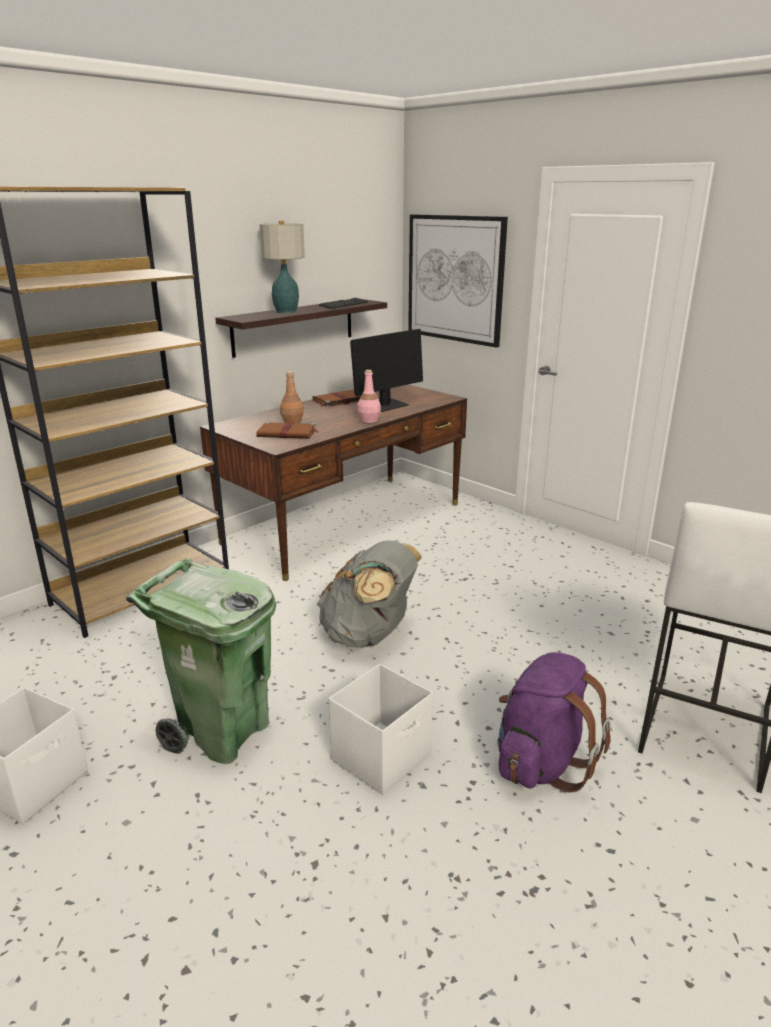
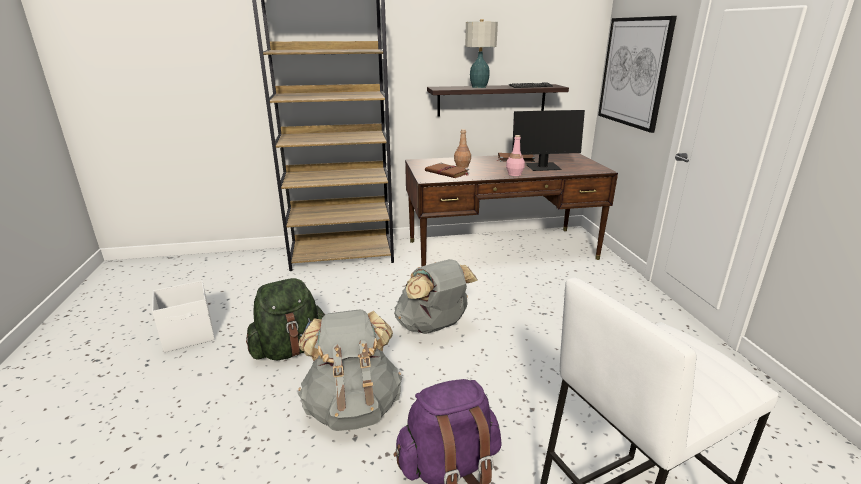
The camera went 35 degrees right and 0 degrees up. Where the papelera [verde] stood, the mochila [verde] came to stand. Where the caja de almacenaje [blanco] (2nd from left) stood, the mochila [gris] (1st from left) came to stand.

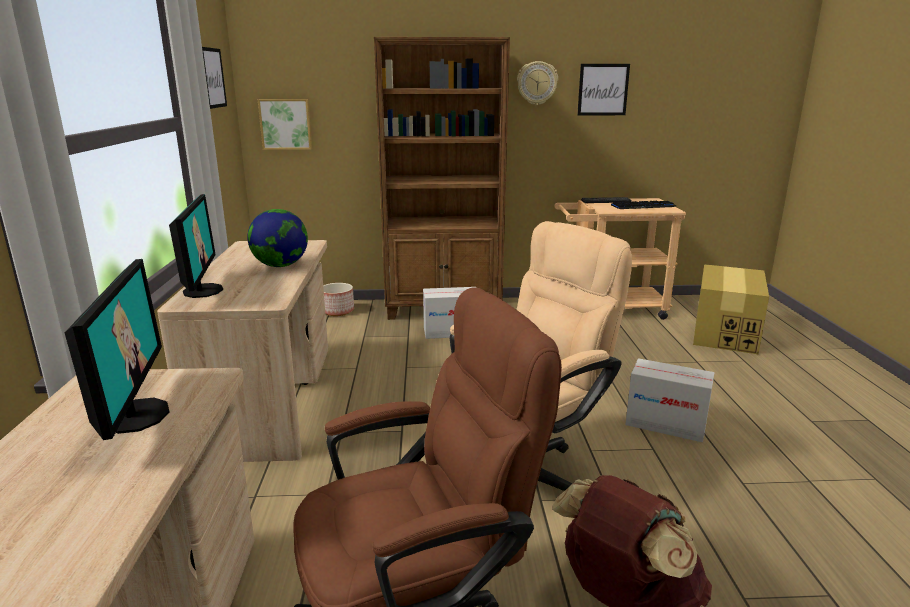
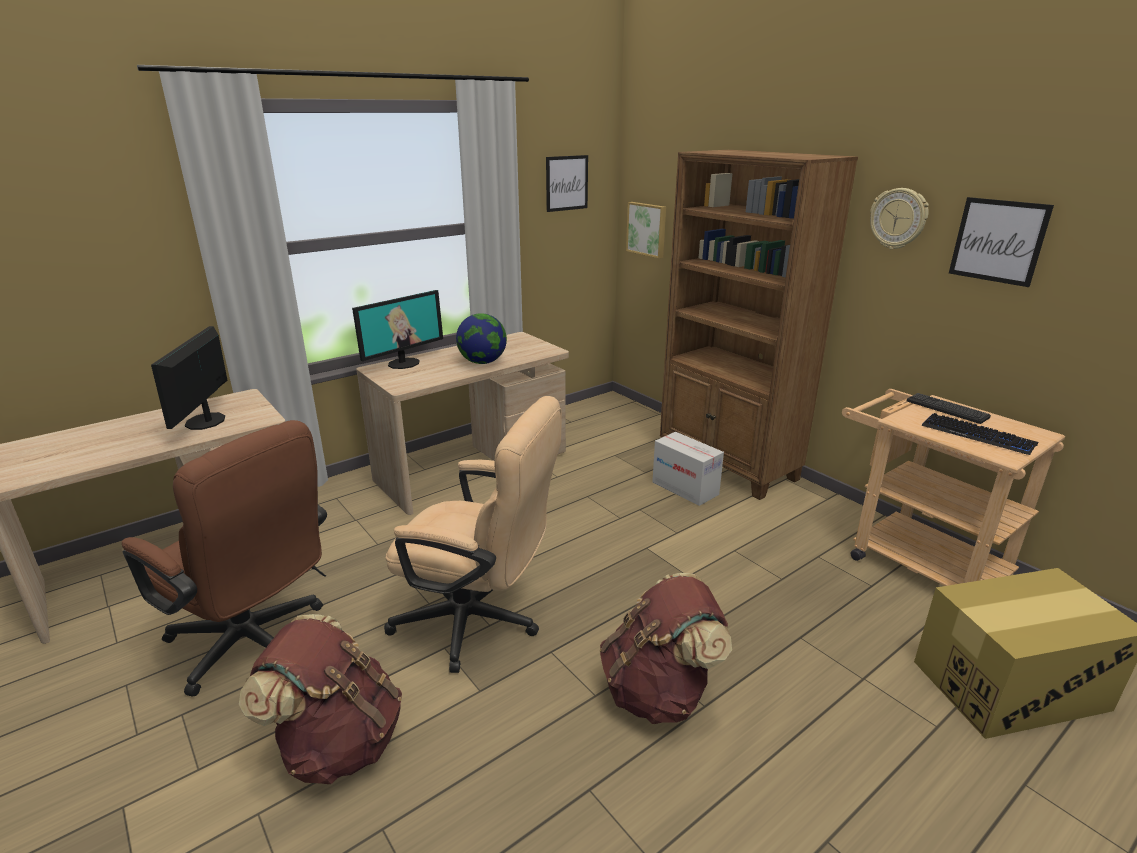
The camera went 55 degrees right and 5 degrees up. The monitor (1st from left) ended up facing another way, 135 degrees clockwise from before. The second view lost the maceta. Where the caja de cartón (2nd from left) stood, the mochila [marrón] (2nd from left) came to stand.

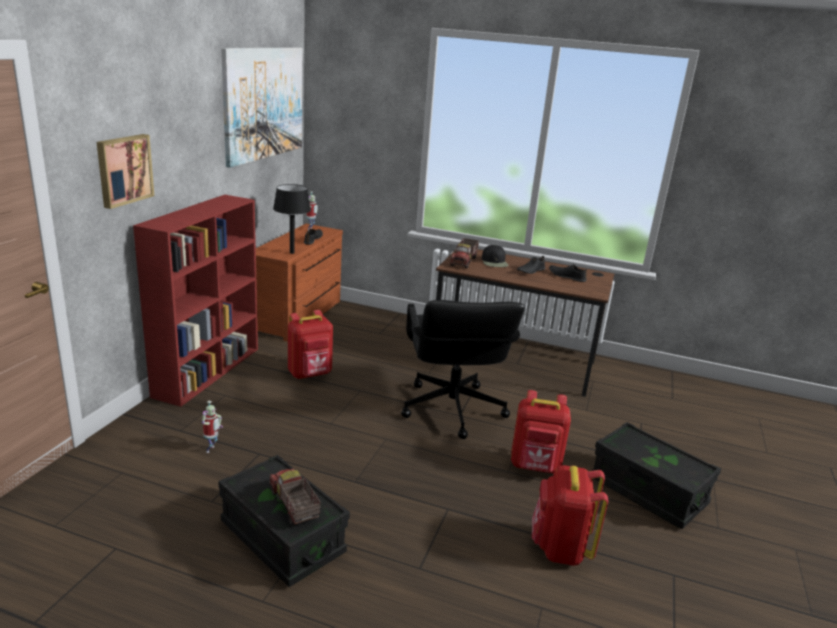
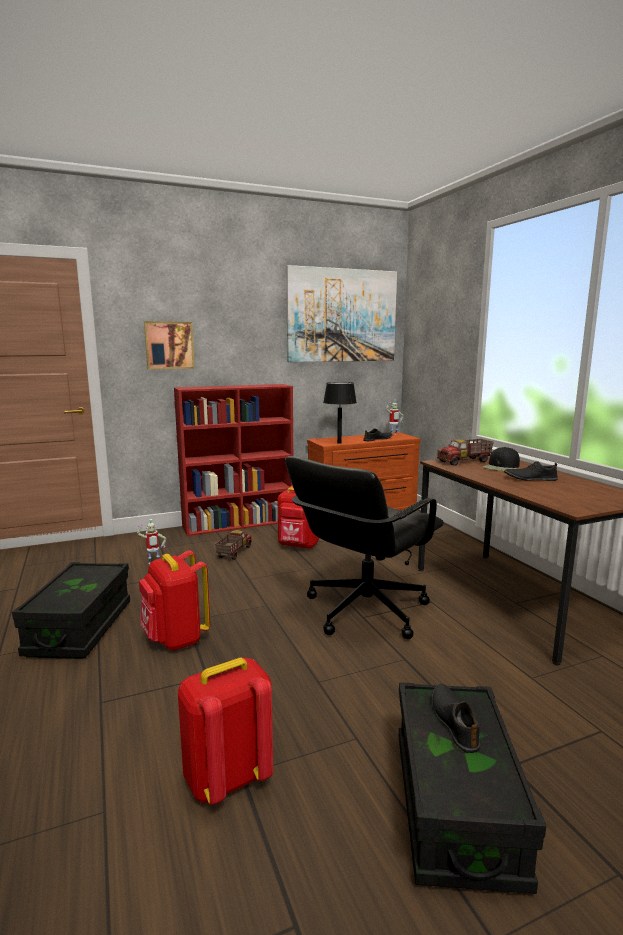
The camera went 50 degrees right and 10 degrees down. The zapato [negro] (3rd from left in the first image) ended up elsewhere. The mochila [rojo] (2nd from left in the first image) ended up elsewhere. The camión de juguete (1st from left) ended up elsewhere.

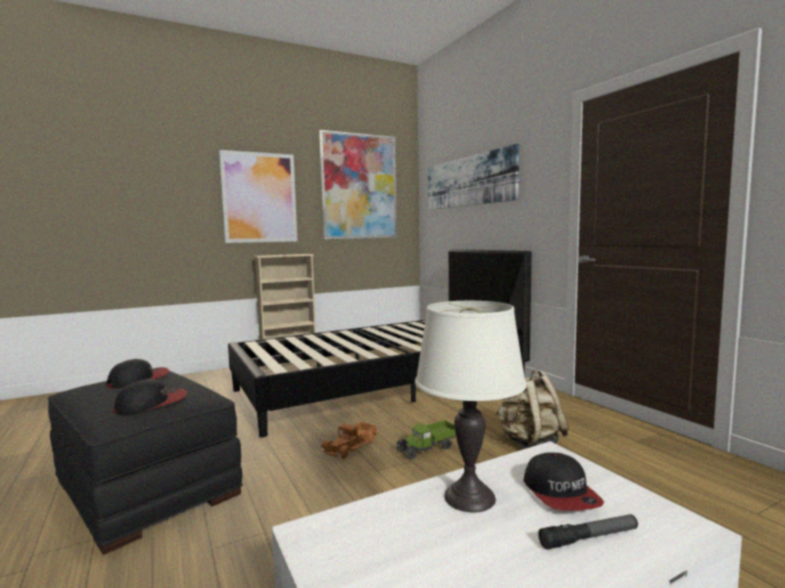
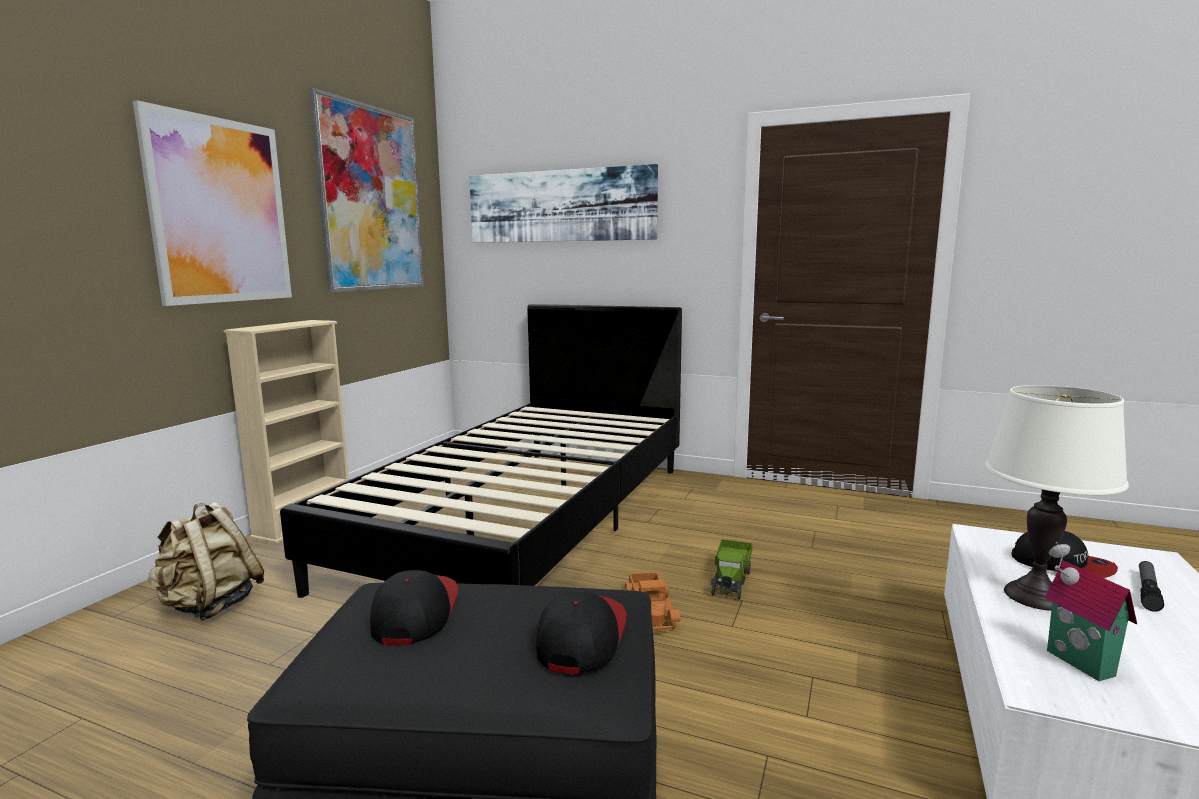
The camera went 40 degrees left and 5 degrees up. The mochila [beis] ended up elsewhere. The second view gained the casita.

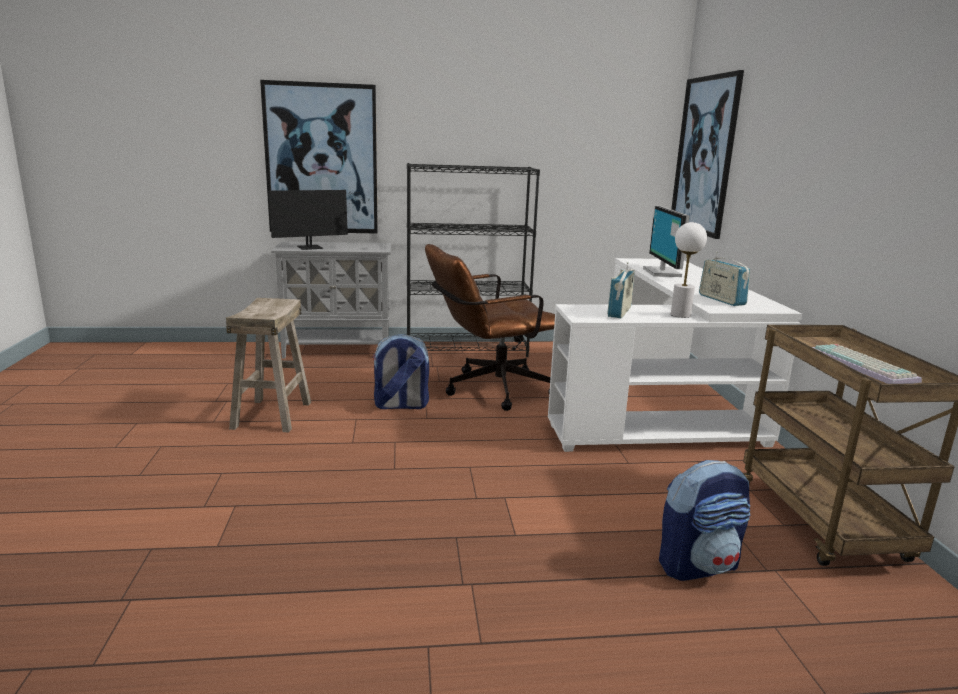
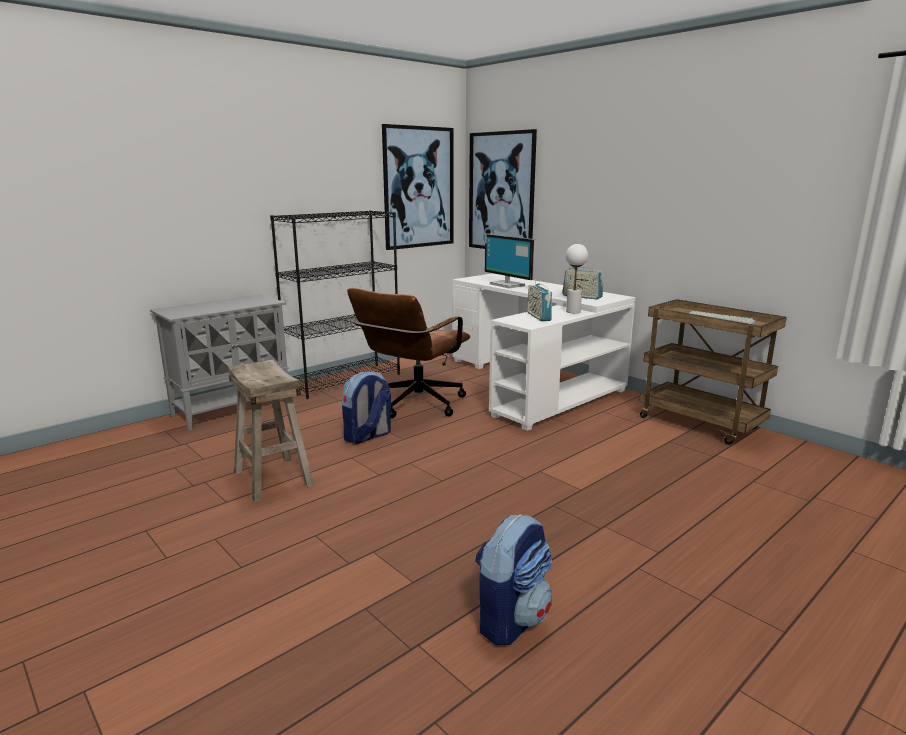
The camera went 35 degrees left and 0 degrees up. The cuadro (1st from left) ended up elsewhere. The second view lost the monitor (1st from left). The mochila (2nd from left) ended up elsewhere.

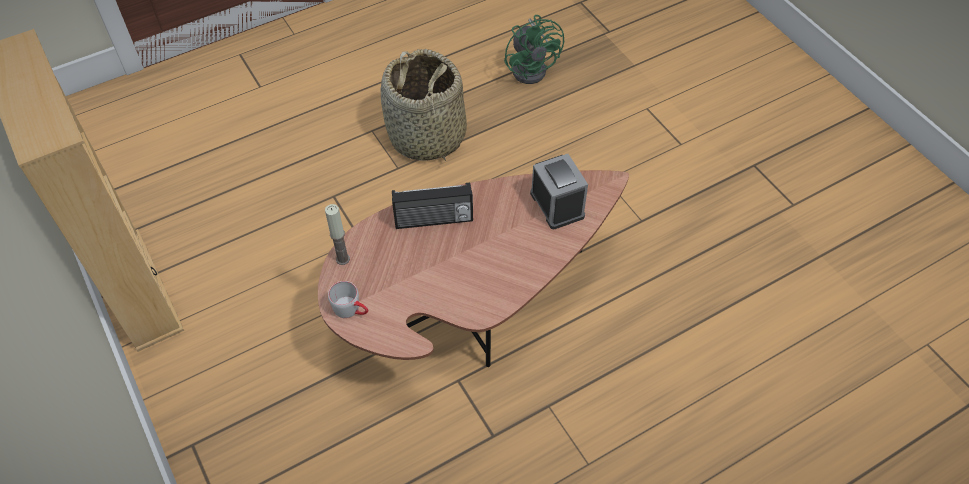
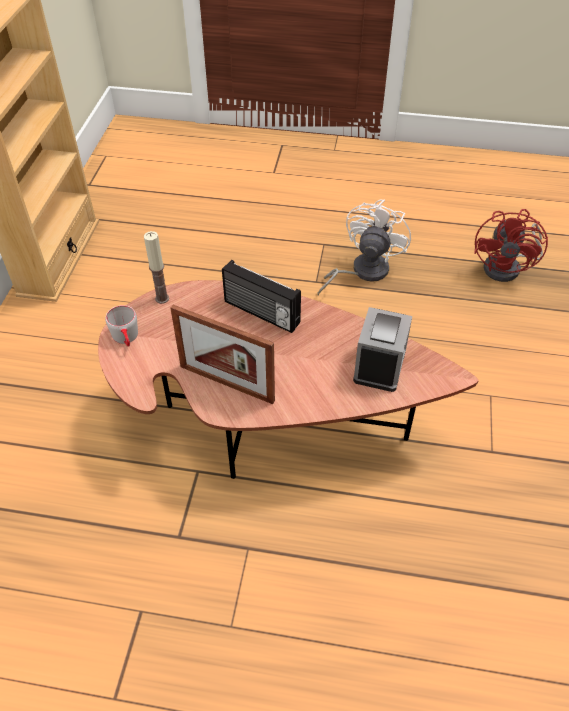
The camera went 40 degrees right and 5 degrees down. What was the ventilador [verde] turned into the ventilador [rojo]. Where the cesta stood, the ventilador [blanco] came to stand. The second view gained the portarretratos.

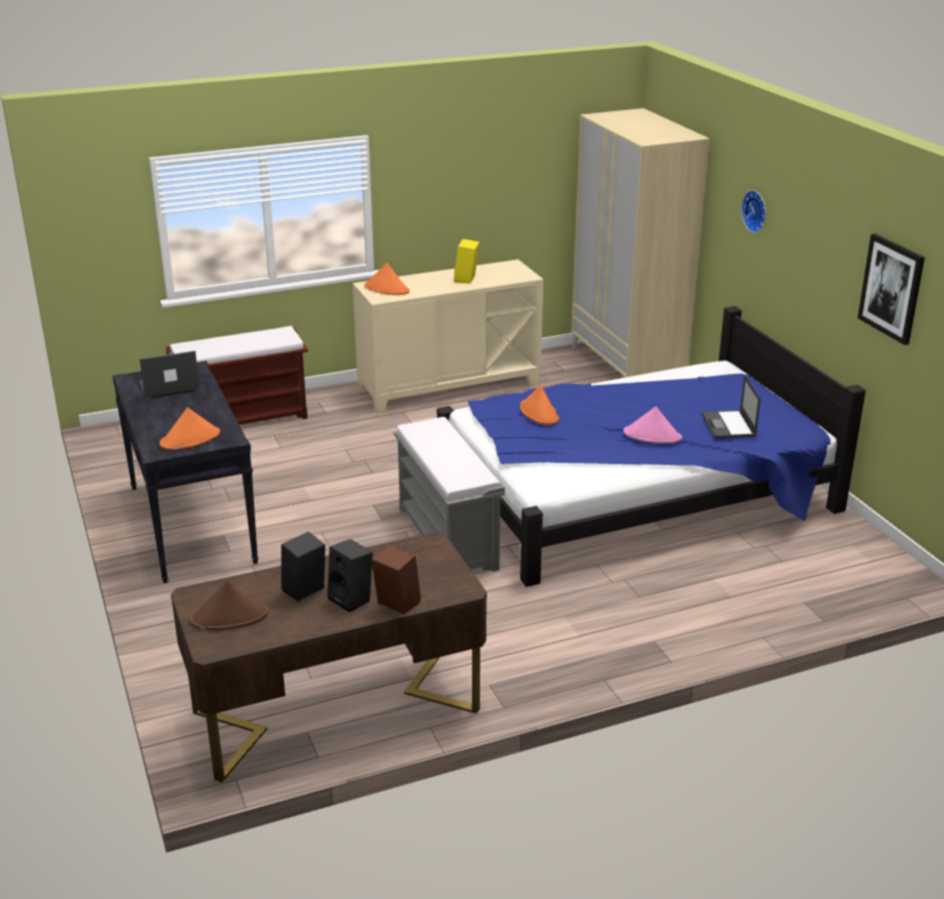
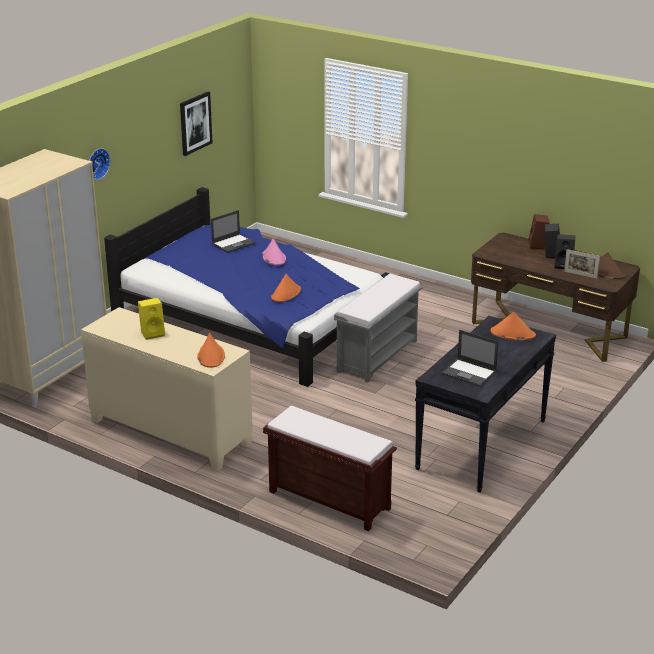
The camera went 125 degrees left and 0 degrees up. The second view gained the portarretratos.

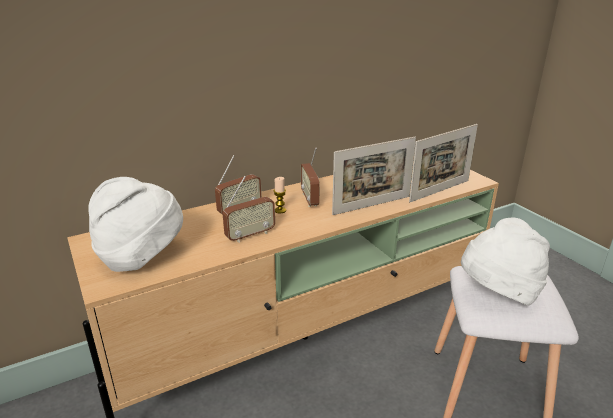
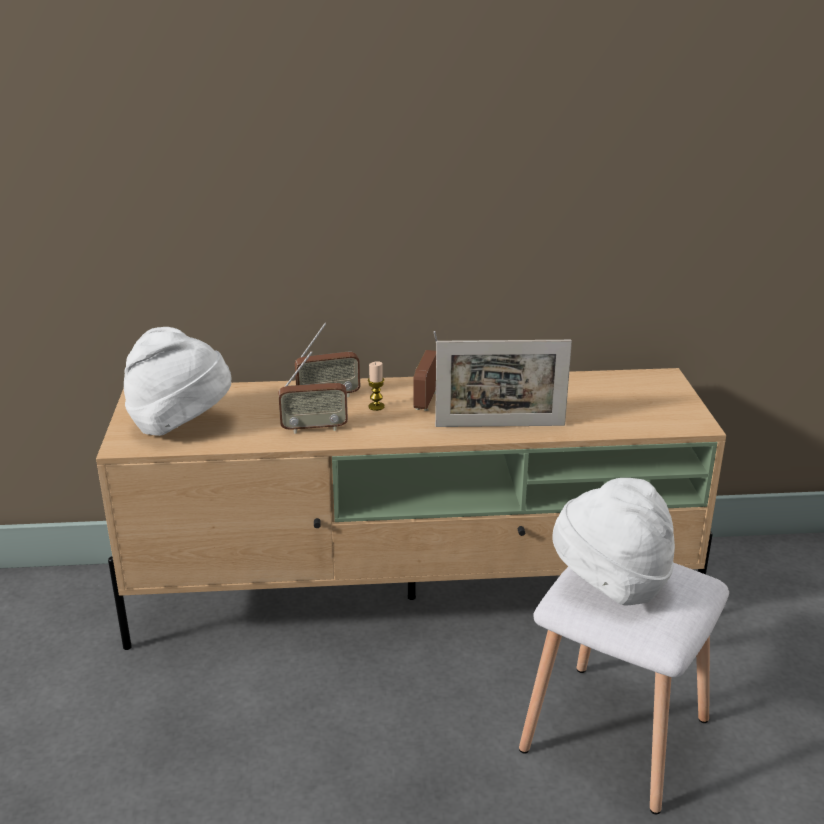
The camera went 25 degrees right and 0 degrees up. The second view lost the portarretratos (2nd from left).

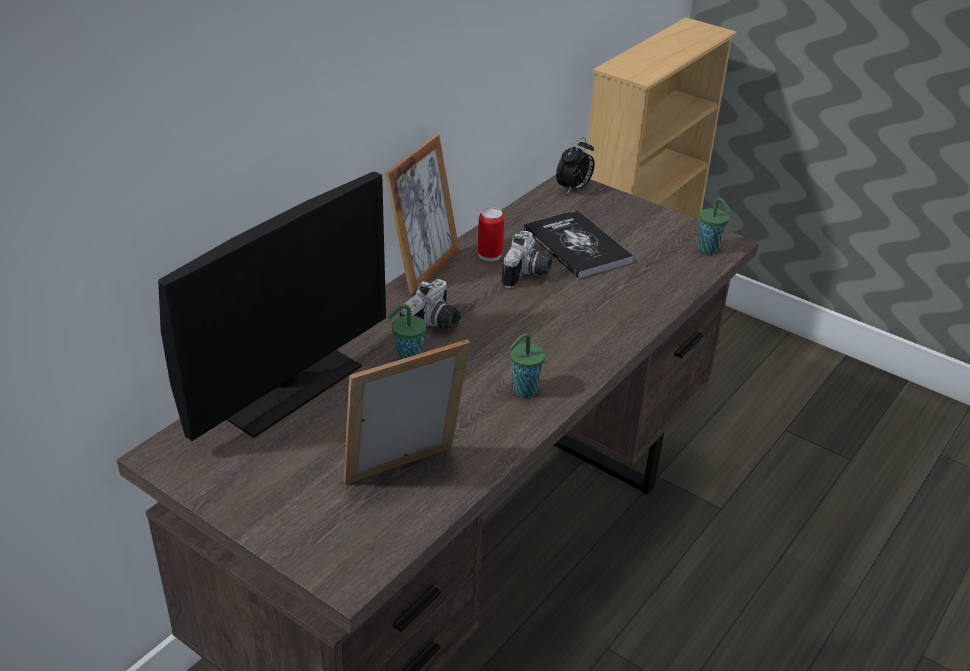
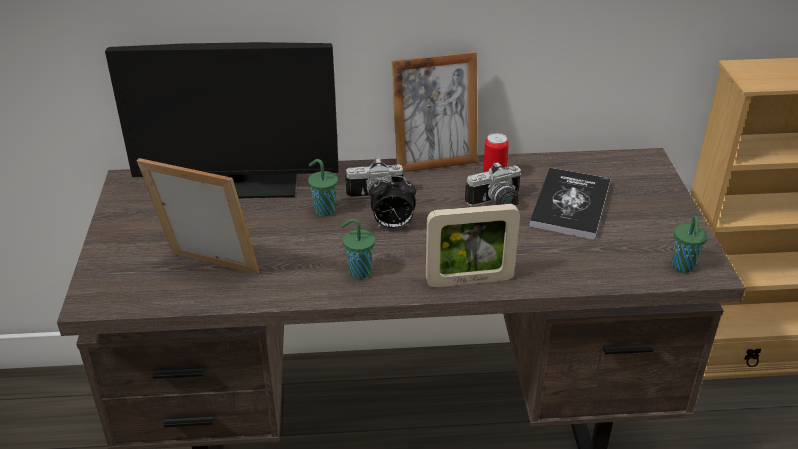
The camera went 50 degrees right and 0 degrees up. The despertador ended up elsewhere. The second view gained the portarretratos (3rd from left).

